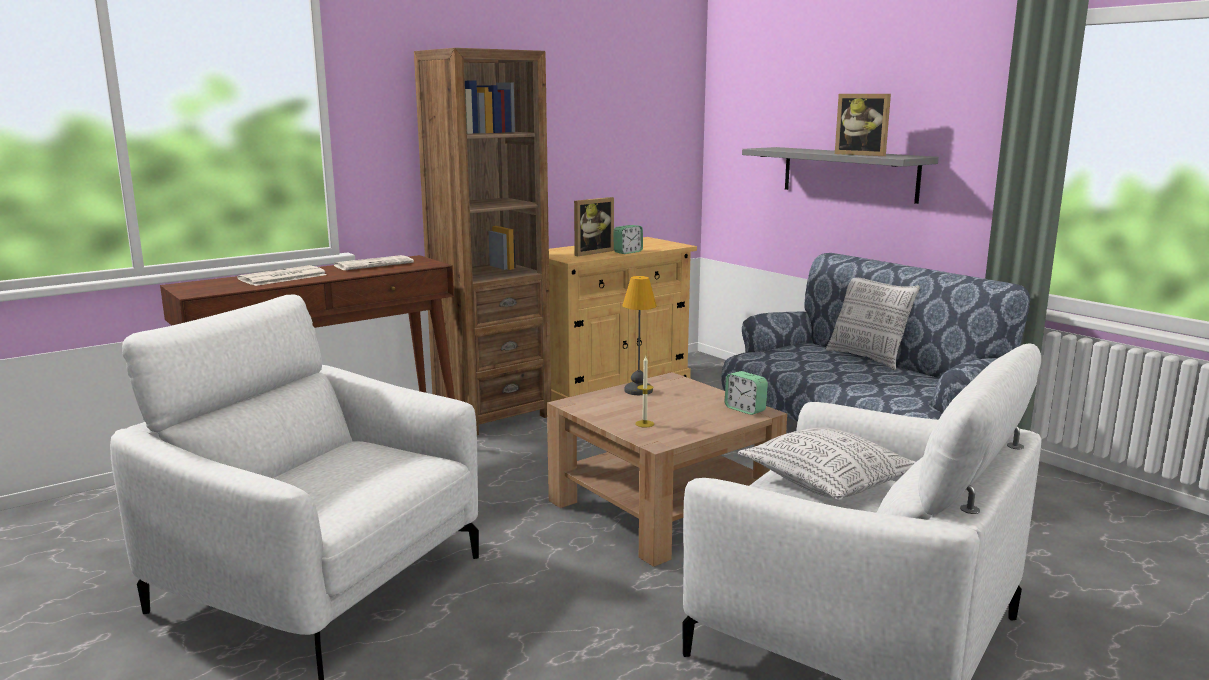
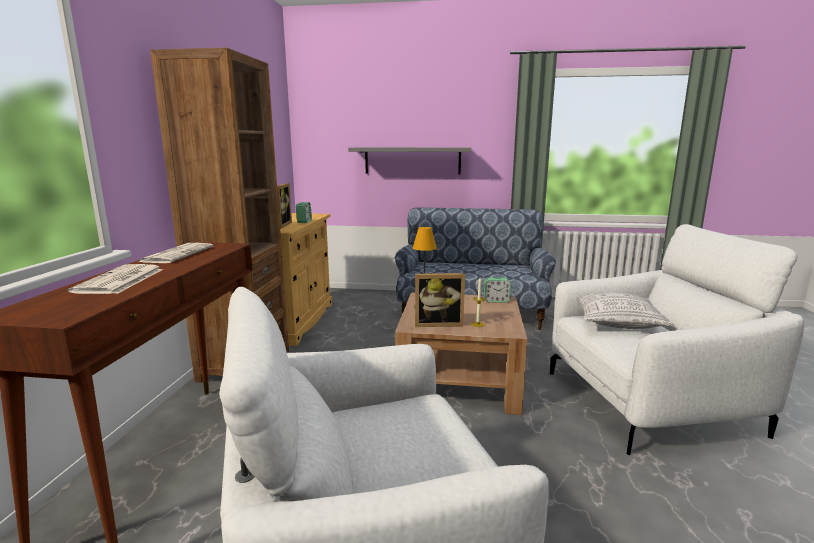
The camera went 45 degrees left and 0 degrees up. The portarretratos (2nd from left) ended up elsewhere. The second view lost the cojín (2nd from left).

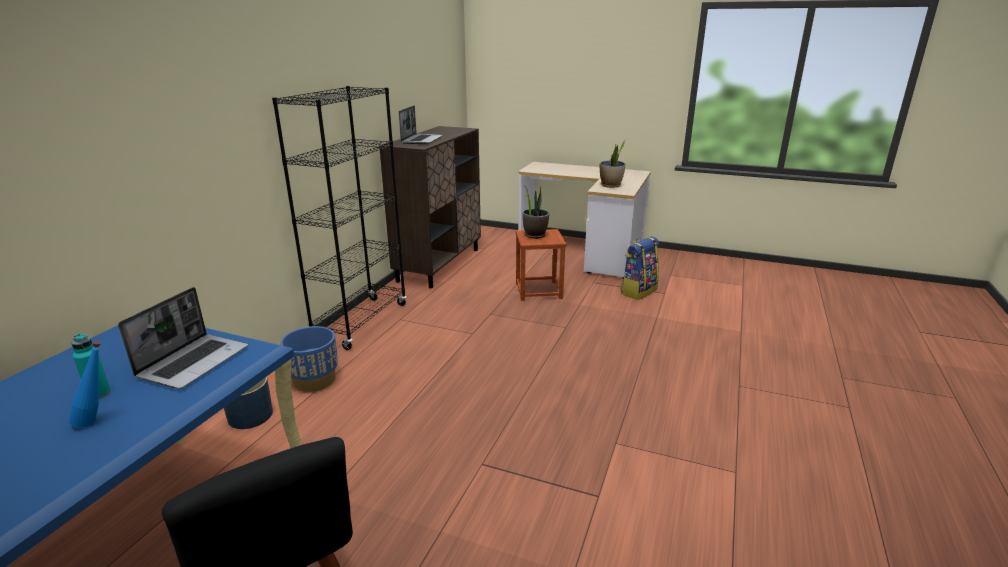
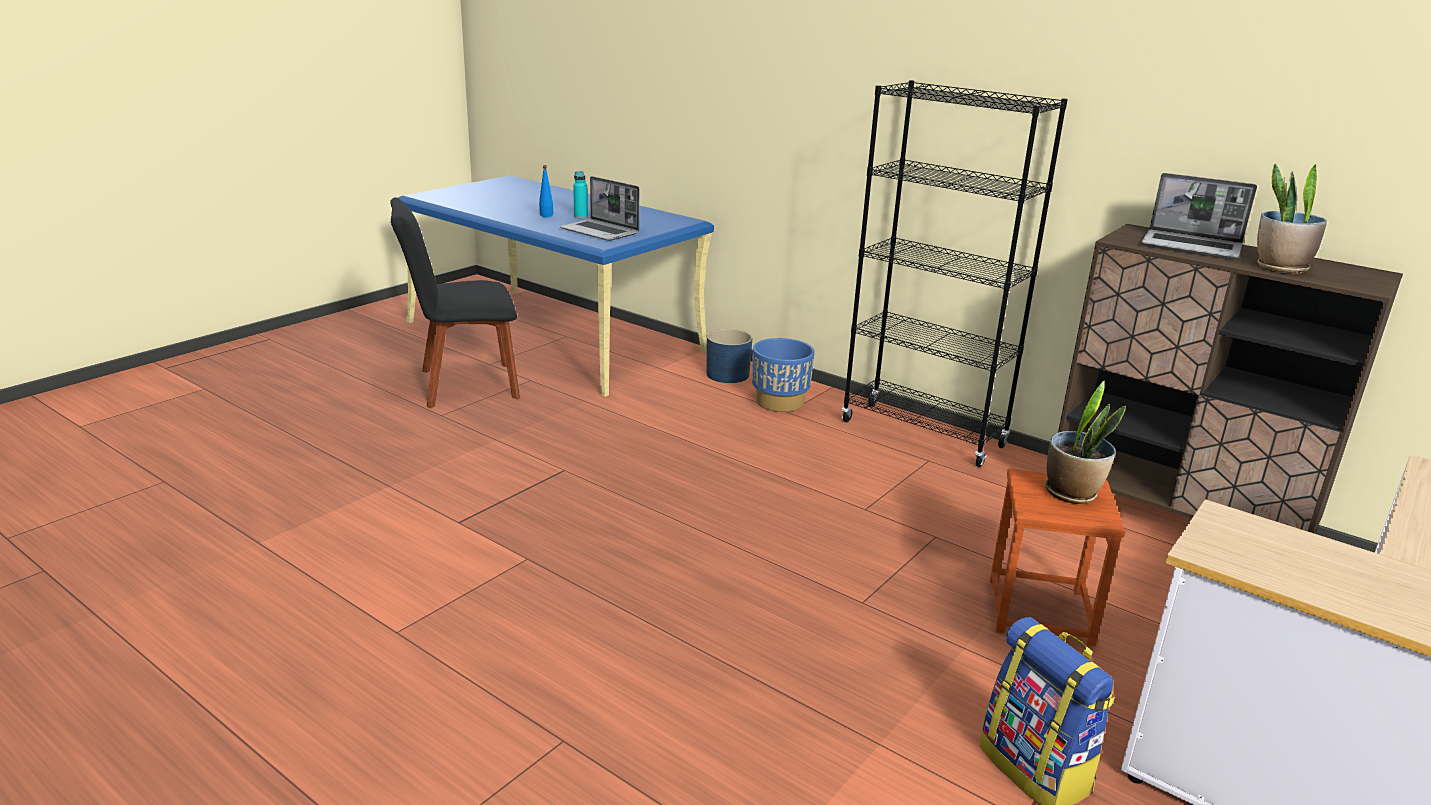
The camera went 105 degrees right and 0 degrees up. The planta en maceta (2nd from left) ended up elsewhere.

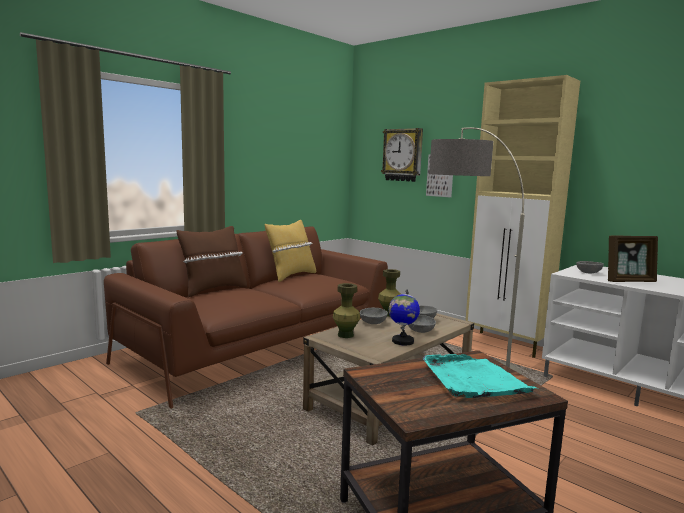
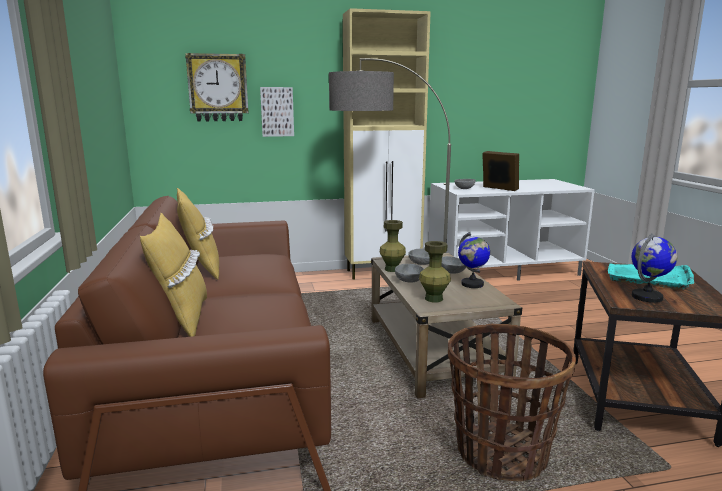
The camera went 55 degrees left and 5 degrees up. What was the cojín [marrón] turned into the cojín [amarillo] (1st from left). The portarretratos ended up facing another way, 75 degrees counterclockwise from before. The second view gained the globo terráqueo (2nd from left). The second view gained the cesta.

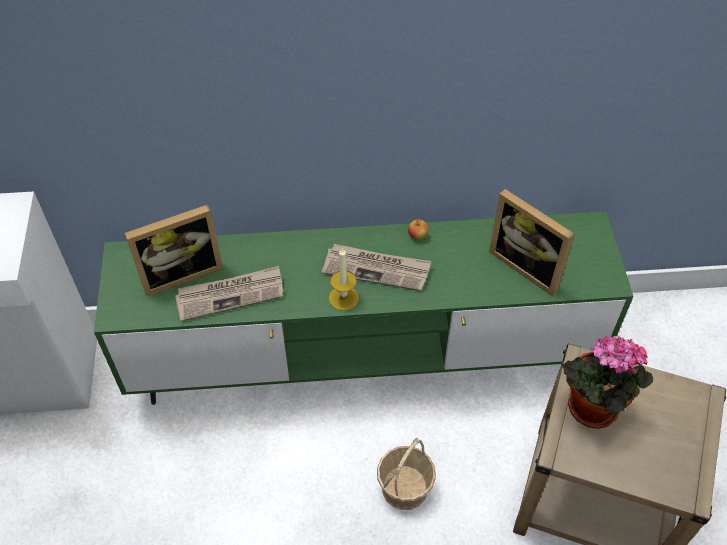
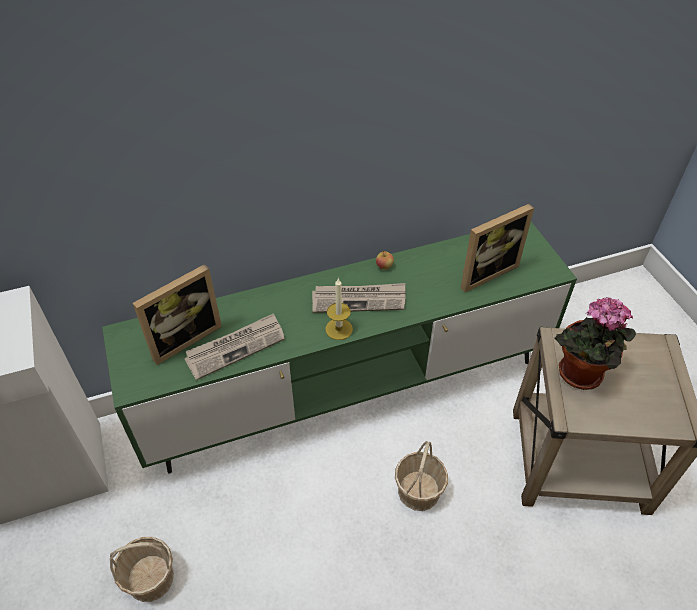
The camera went 15 degrees left and 5 degrees down. The portarretratos (2nd from left) ended up facing another way, 60 degrees counterclockwise from before. The second view gained the cesta (1st from left).

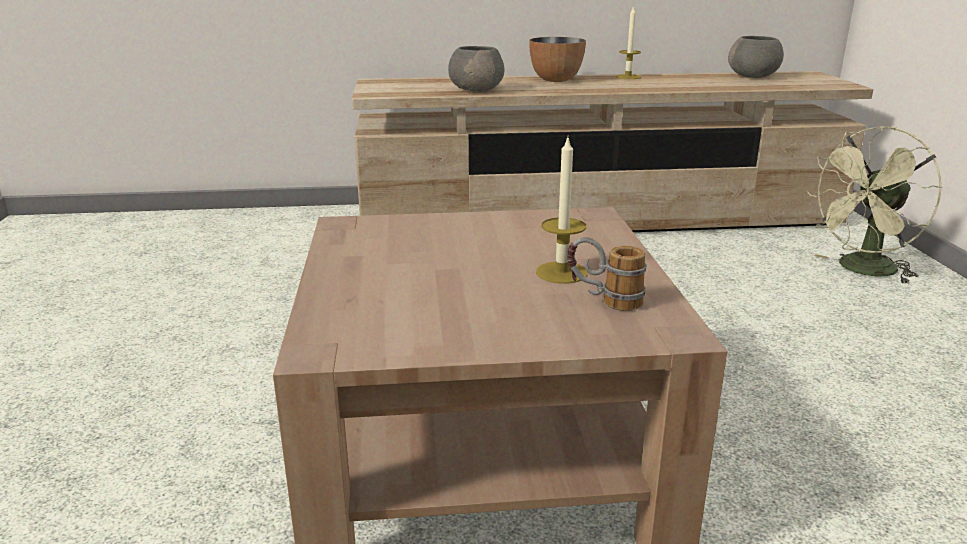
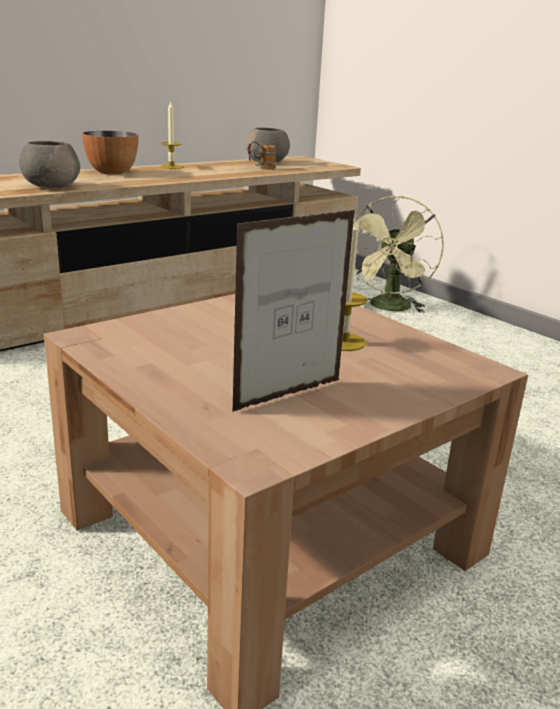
The camera went 35 degrees left and 0 degrees up. The taza grande ended up elsewhere. The second view gained the portarretratos.

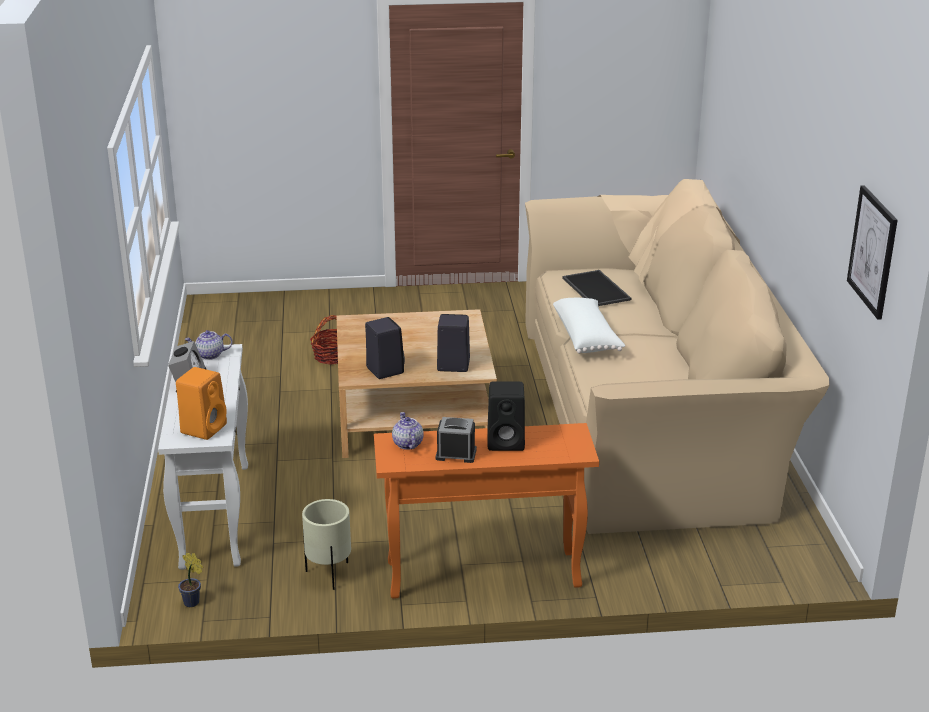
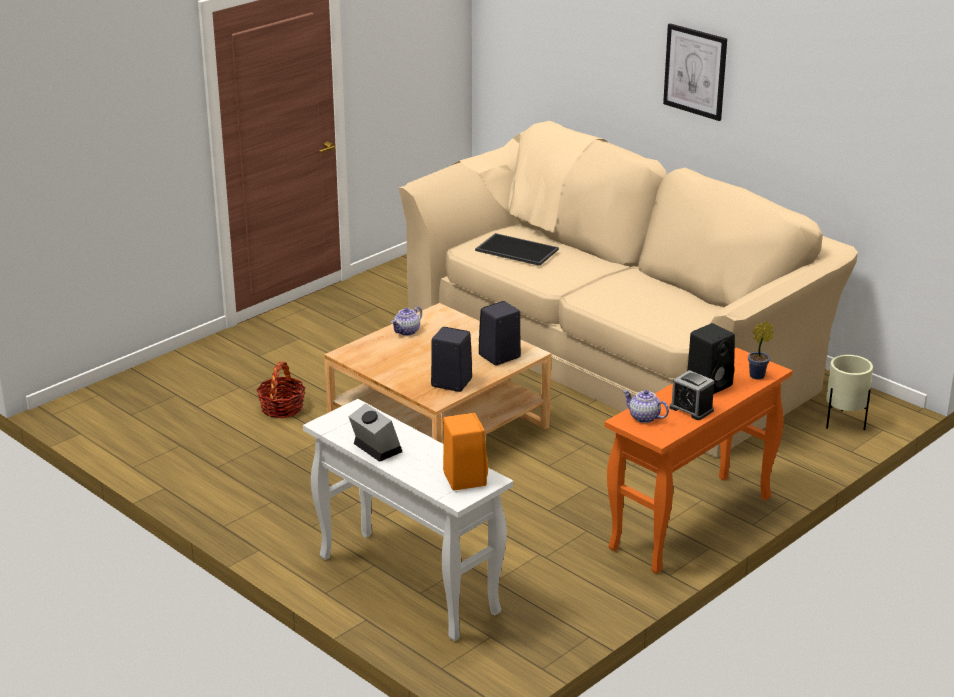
The camera went 40 degrees left and 0 degrees up. The cuadro ended up elsewhere. The second view lost the cojín [blanco]. The tetera (1st from left) ended up elsewhere. The despertador (2nd from left) ended up facing another way, 105 degrees counterclockwise from before. The maceta [beis] ended up elsewhere. The planta en maceta ended up elsewhere.

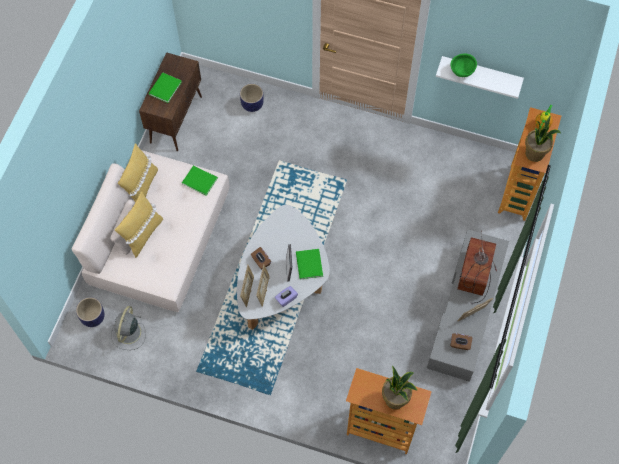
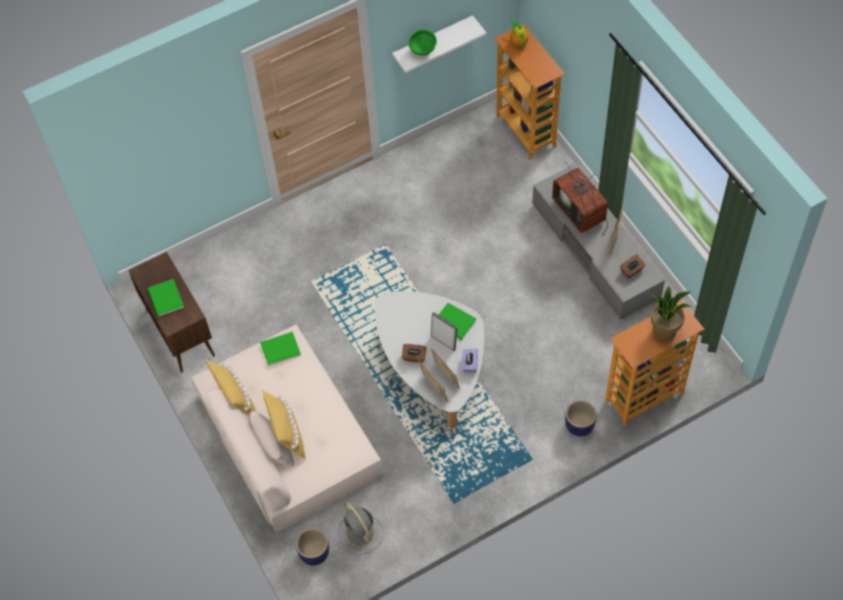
The camera went 45 degrees left and 5 degrees down. The maceta (2nd from left) ended up elsewhere. The second view lost the planta en maceta (2nd from left).

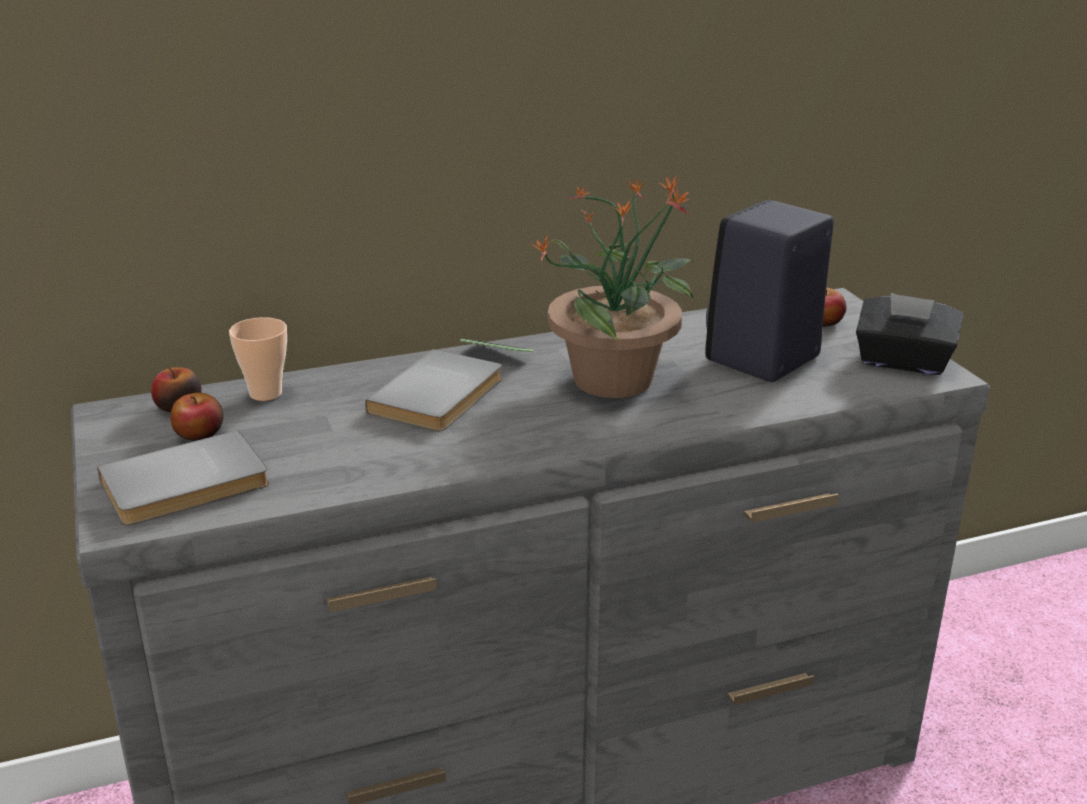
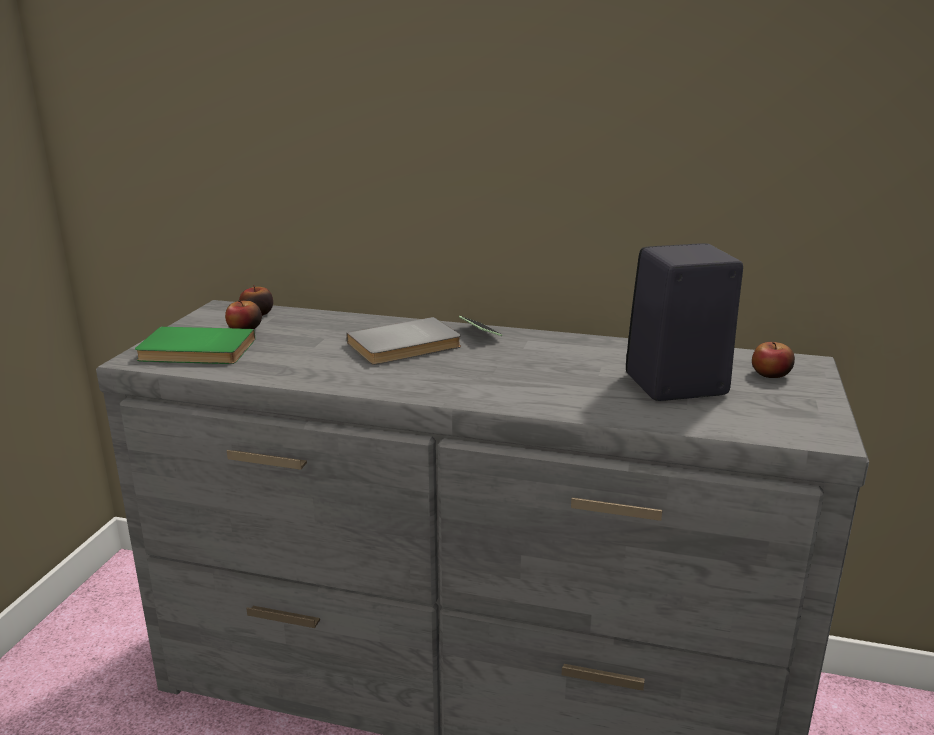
The camera went 35 degrees right and 5 degrees down. The second view lost the planta en maceta. The second view lost the caja de pañuelos [negro]. The second view lost the taza. What was the libro [gris] (1st from left) turned into the libro [verde].

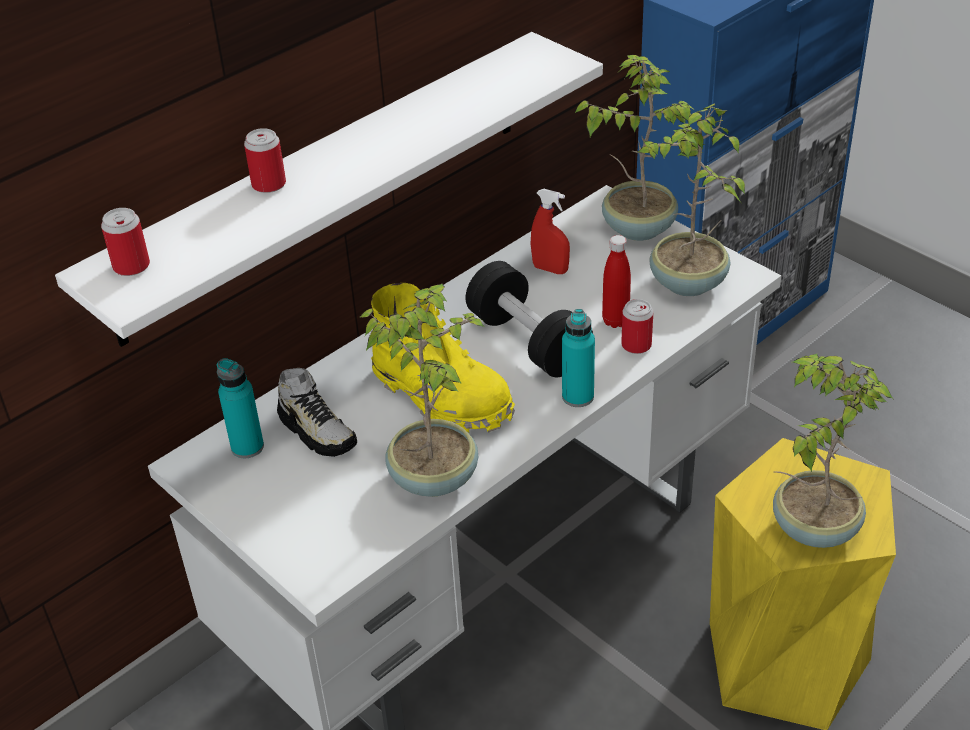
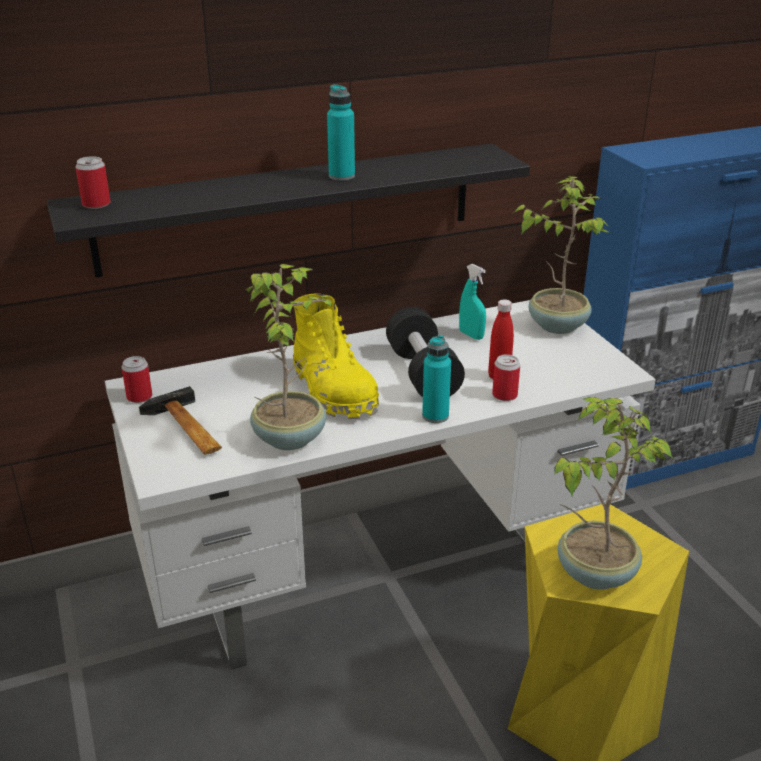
The camera went 20 degrees right and 10 degrees down. What was the estante [blanco] turned into the estante [negro]. The second view lost the planta en maceta (3rd from left). The lata (2nd from left) ended up elsewhere. What was the pulverizador [rojo] turned into the pulverizador [turquesa]. The botella [turquesa] (1st from left) ended up elsewhere. The second view lost the zapato. The second view gained the martillo.

